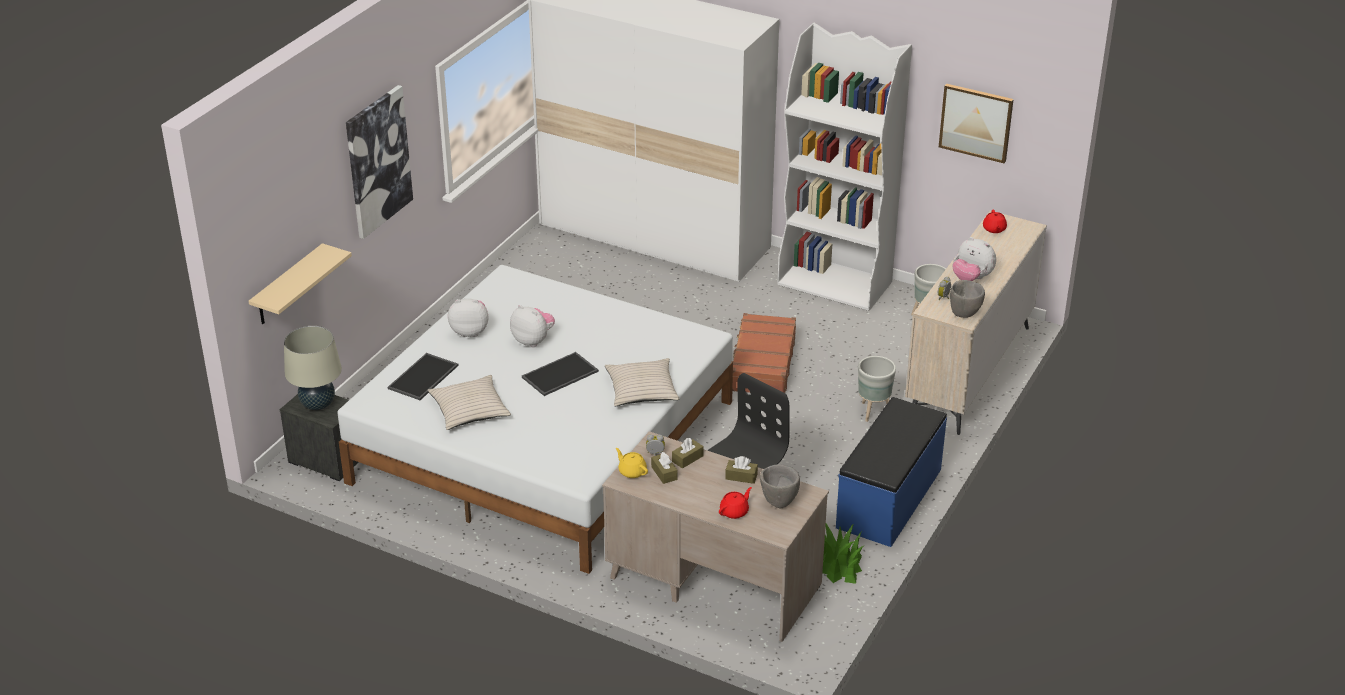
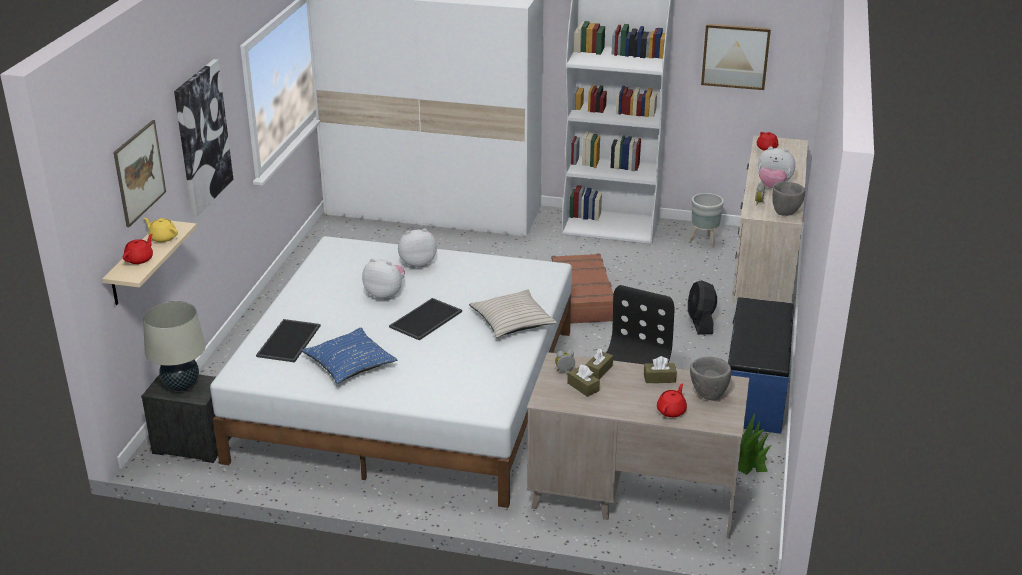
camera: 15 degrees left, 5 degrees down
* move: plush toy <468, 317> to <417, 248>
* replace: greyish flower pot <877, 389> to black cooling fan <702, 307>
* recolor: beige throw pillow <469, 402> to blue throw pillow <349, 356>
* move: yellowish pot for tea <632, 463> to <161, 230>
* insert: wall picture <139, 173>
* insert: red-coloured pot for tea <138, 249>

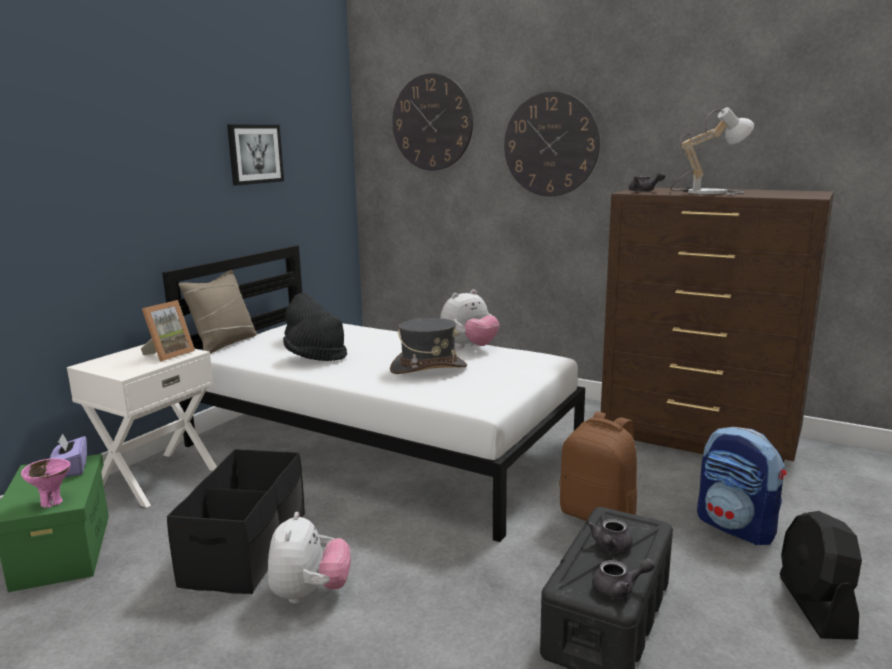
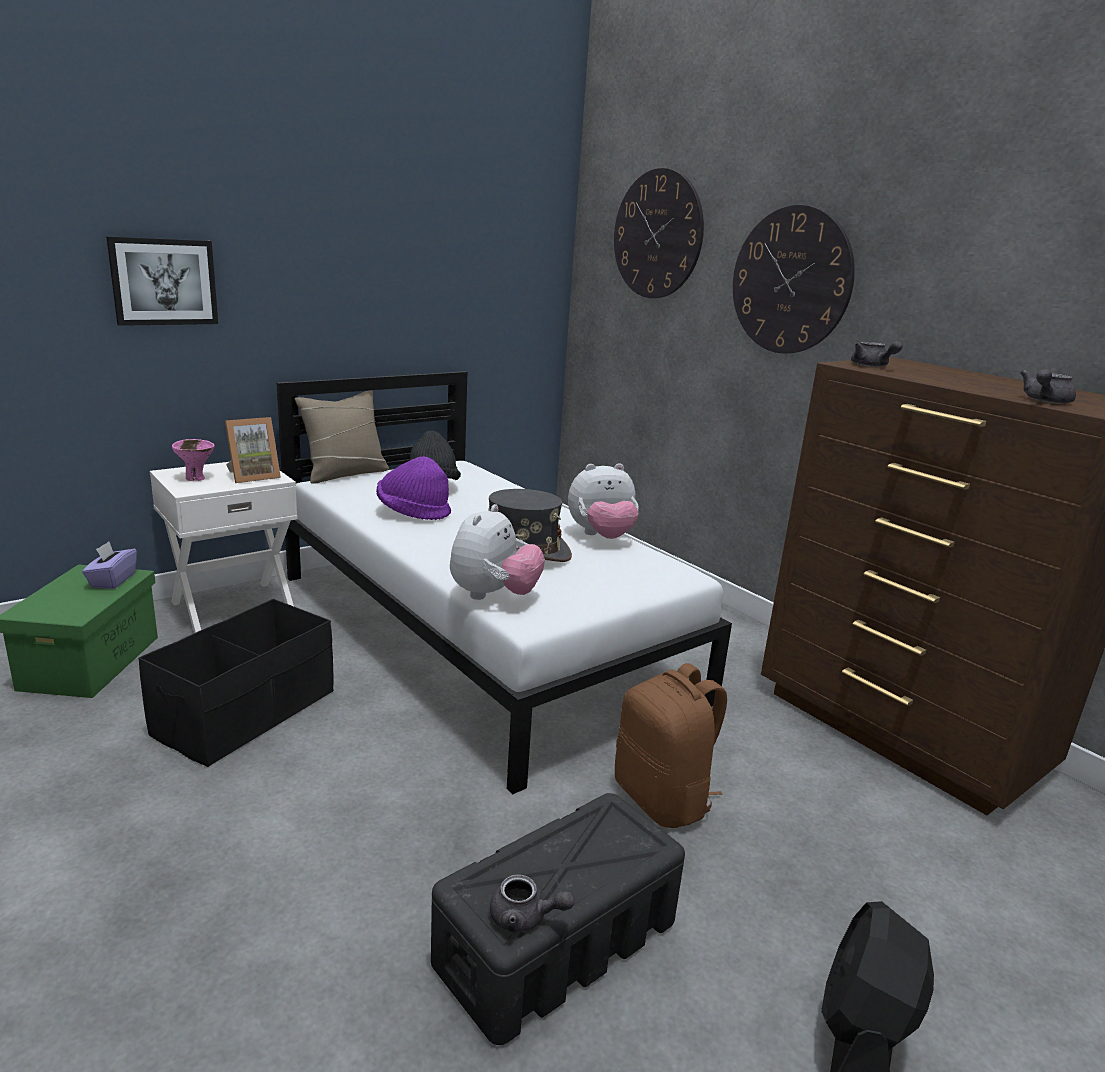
camera: 20 degrees right, 5 degrees up
* delete: lamp for a table <712, 151>
* move: wall picture <255, 154> to <162, 281>
* recolor: black hat <315, 335> to purple-coloured hat <413, 488>
* delete: rucksack <742, 486>
* move: pinkish bowl <45, 483> to <193, 460>
* move: plush toy <309, 558> to <497, 552>
* move: greyish pot for tea <610, 535> to <1048, 386>

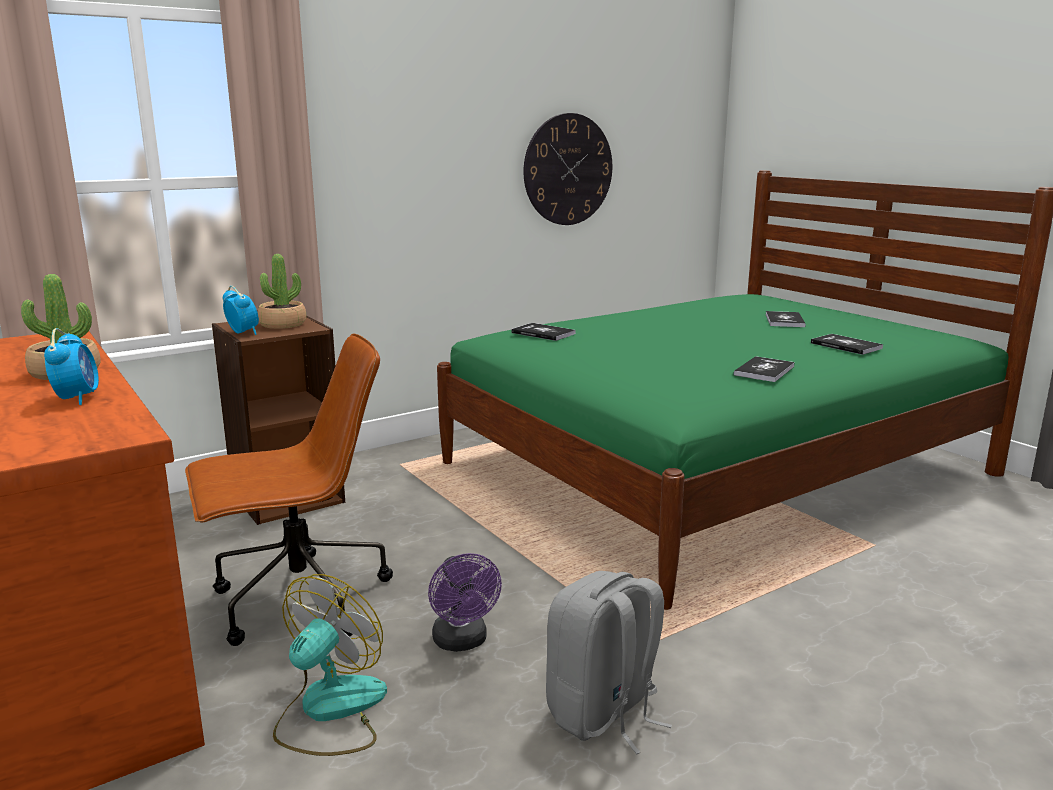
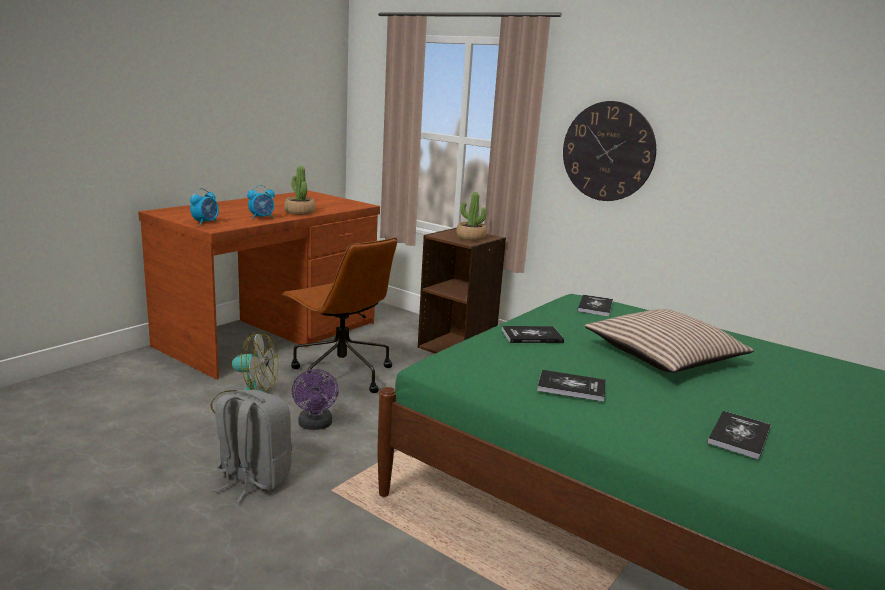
camera: 70 degrees right, 0 degrees up
* move: hanging clock <568, 169> to <609, 151>
* move: table clock <241, 310> to <204, 206>
* move: volume <786, 319> to <533, 334>
* rotate: purple-coloured cooling fan <465, 602> = <315, 399> 60 degrees counterclockwise
* insert: throw pillow <669, 341>

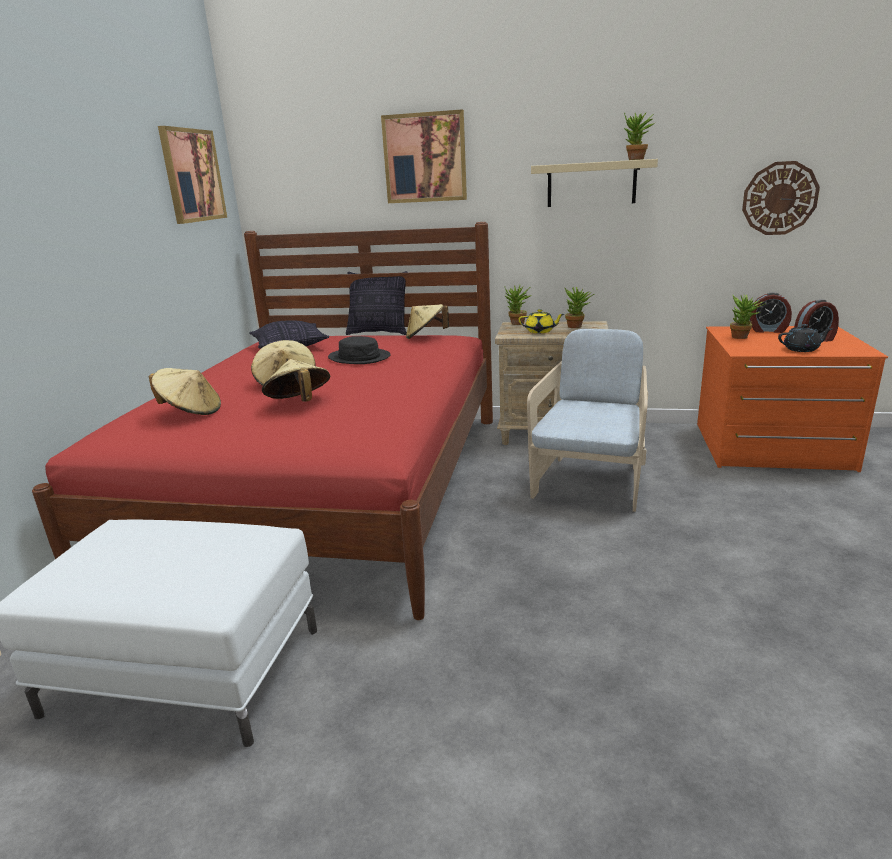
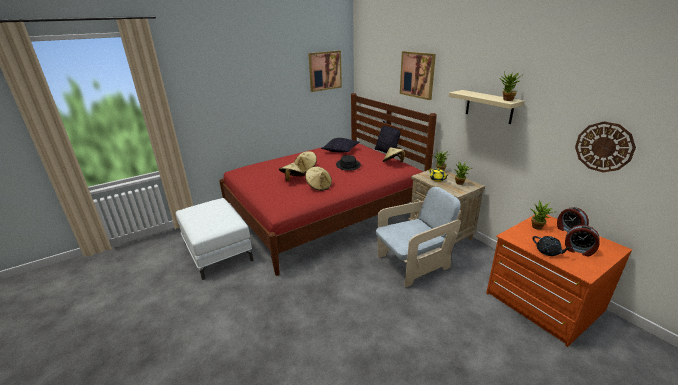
camera: 45 degrees right, 5 degrees up
* move: beige hat <185, 391> to <318, 179>

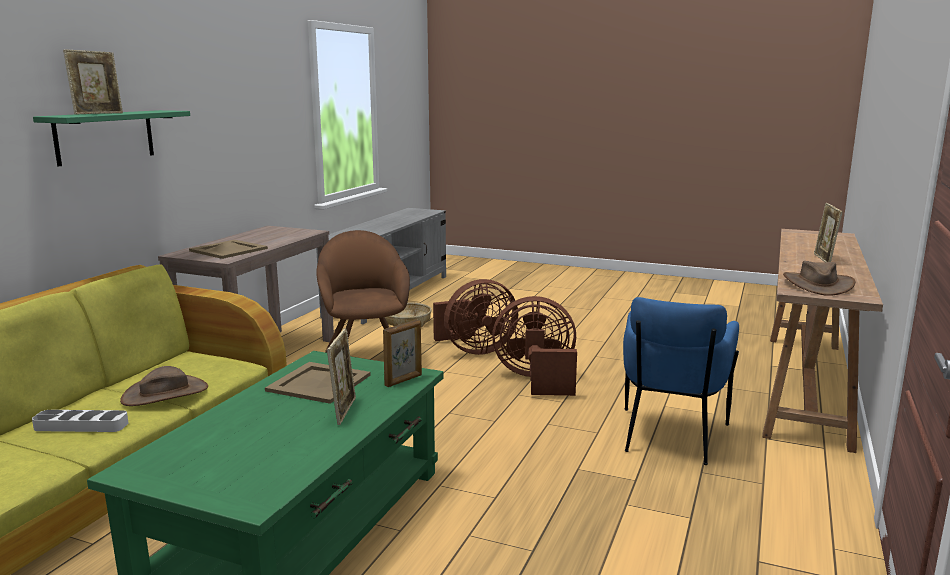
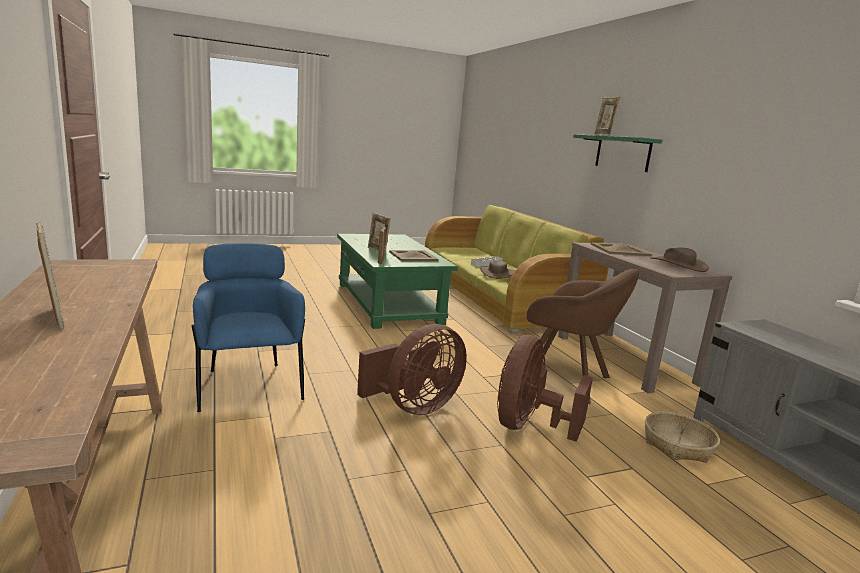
camera: 135 degrees right, 0 degrees up
* move: brown hat <819, 278> to <679, 259>

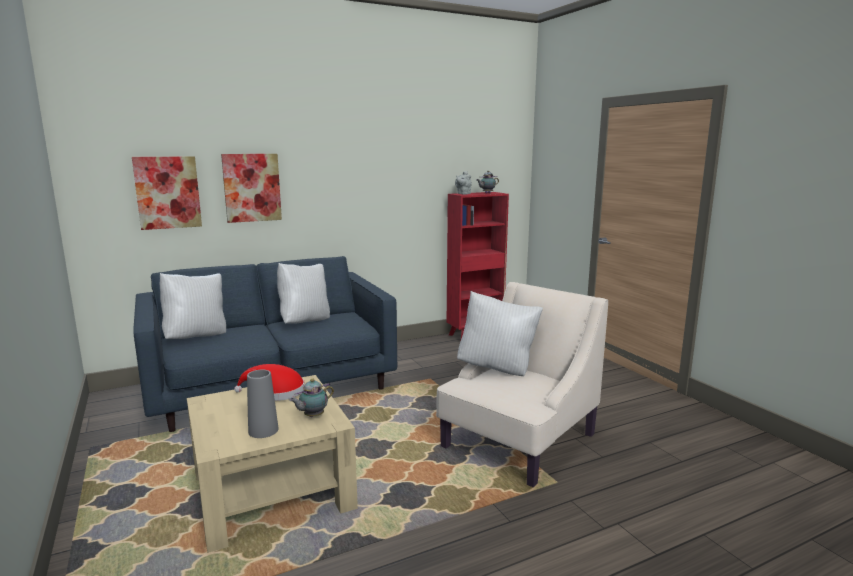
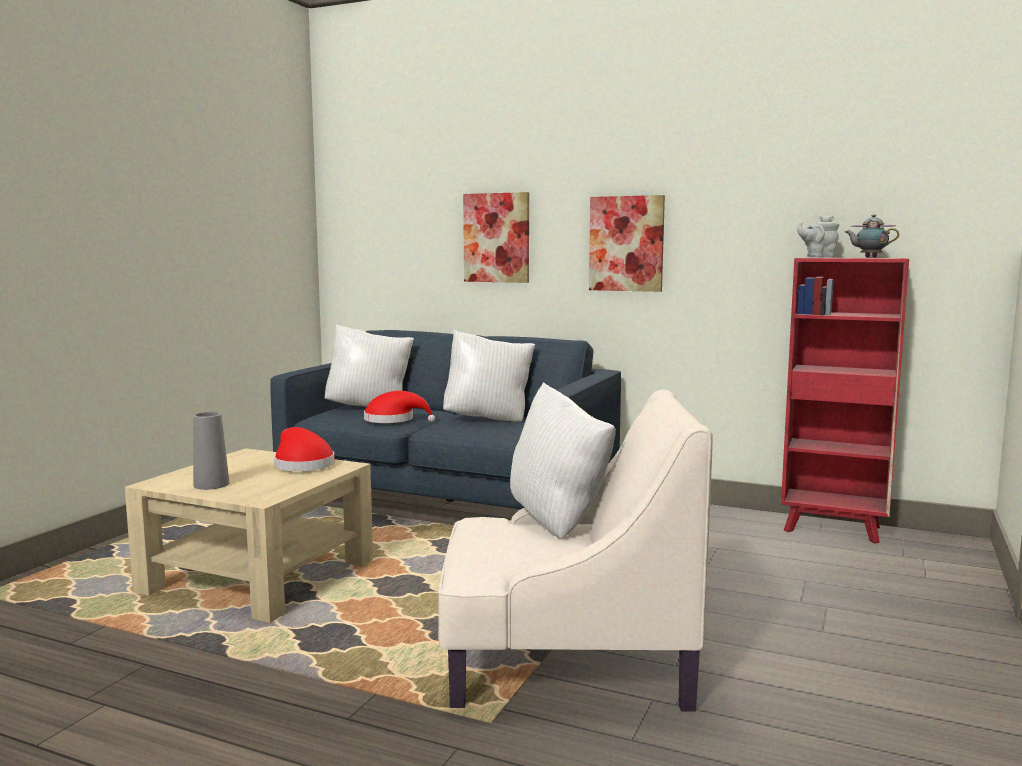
camera: 50 degrees right, 5 degrees down
* move: wall picture <167, 193> to <627, 243>
* delete: pot for tea <311, 398>
* insert: red-coloured hat <399, 407>

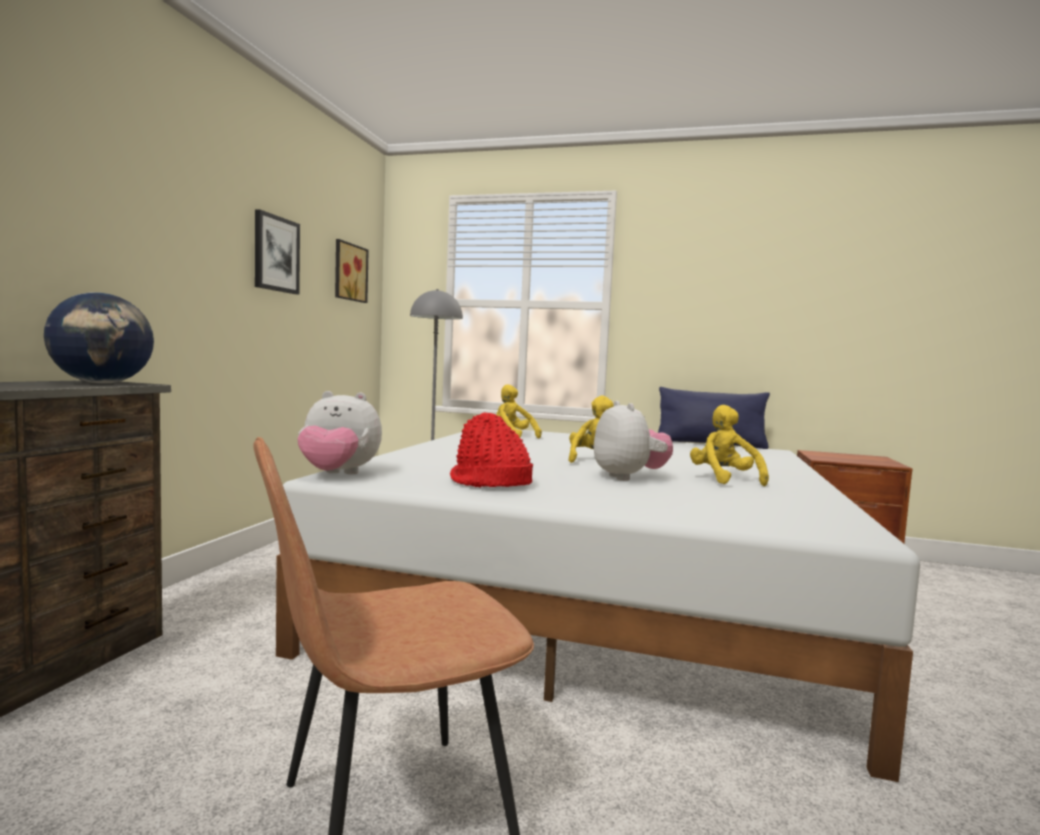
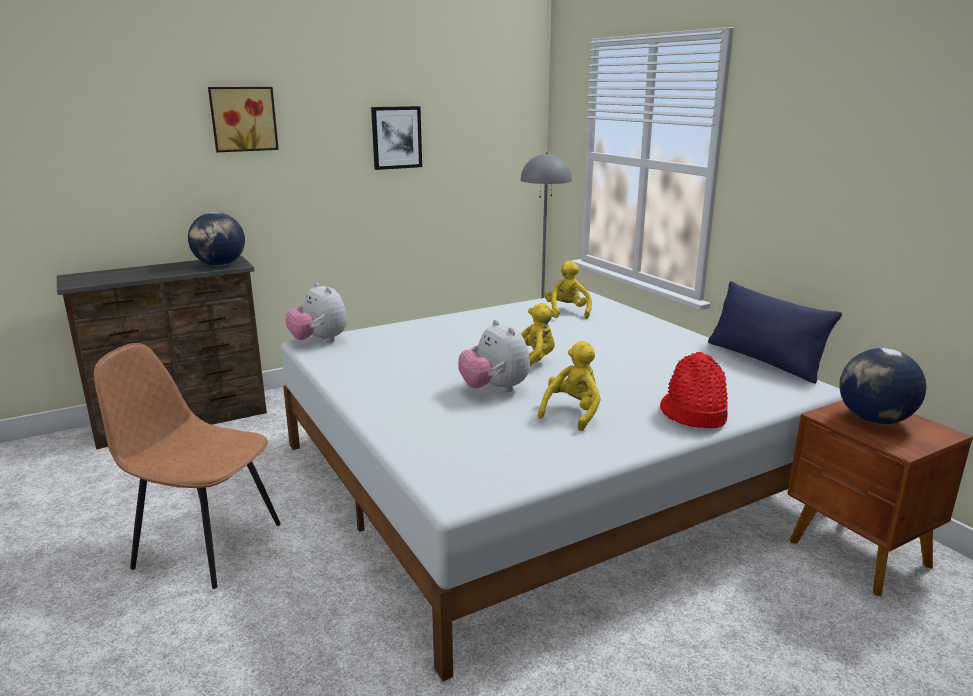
camera: 45 degrees right, 15 degrees up
* move: wall picture <352, 271> to <243, 119>
* rotate: plush toy <633, 441> = <494, 356> 120 degrees clockwise
* move: red-coloured hat <491, 449> to <694, 390>
* insert: globe <883, 386>

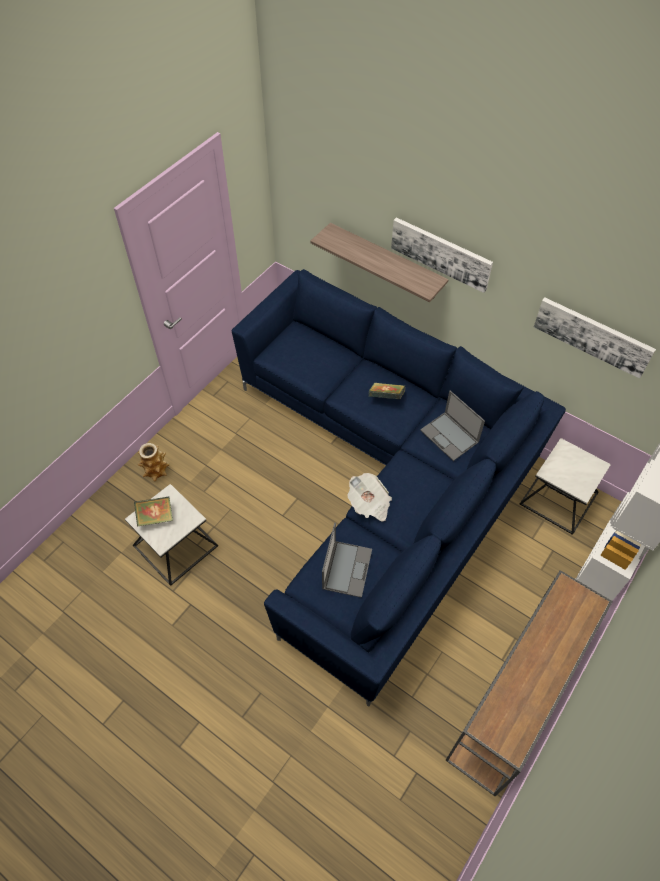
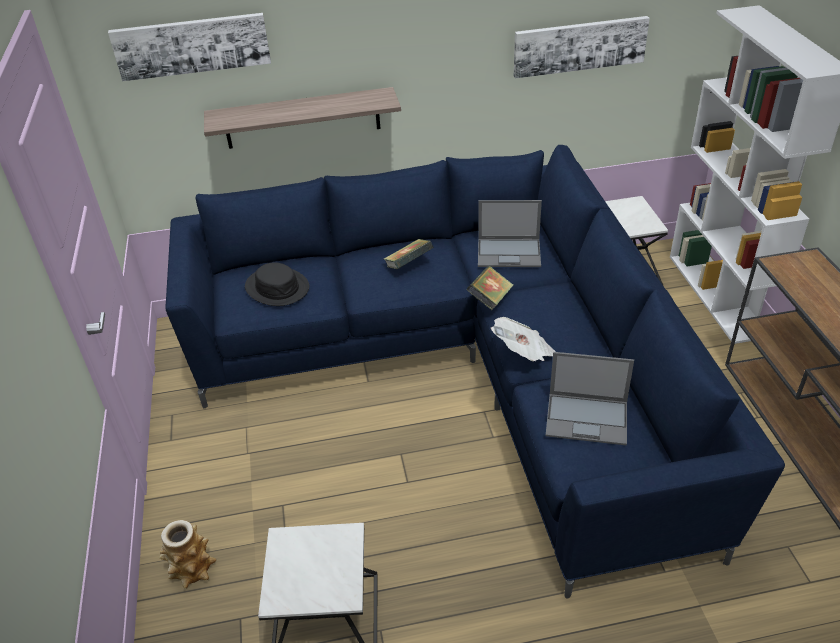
camera: 45 degrees left, 15 degrees down
* move: wall picture <442, 255> to <189, 47>
* move: volume <153, 511> to <489, 288>
* rotate: notebook computer <347, 560> = <589, 398> 135 degrees clockwise
* insert: black hat <277, 284>

